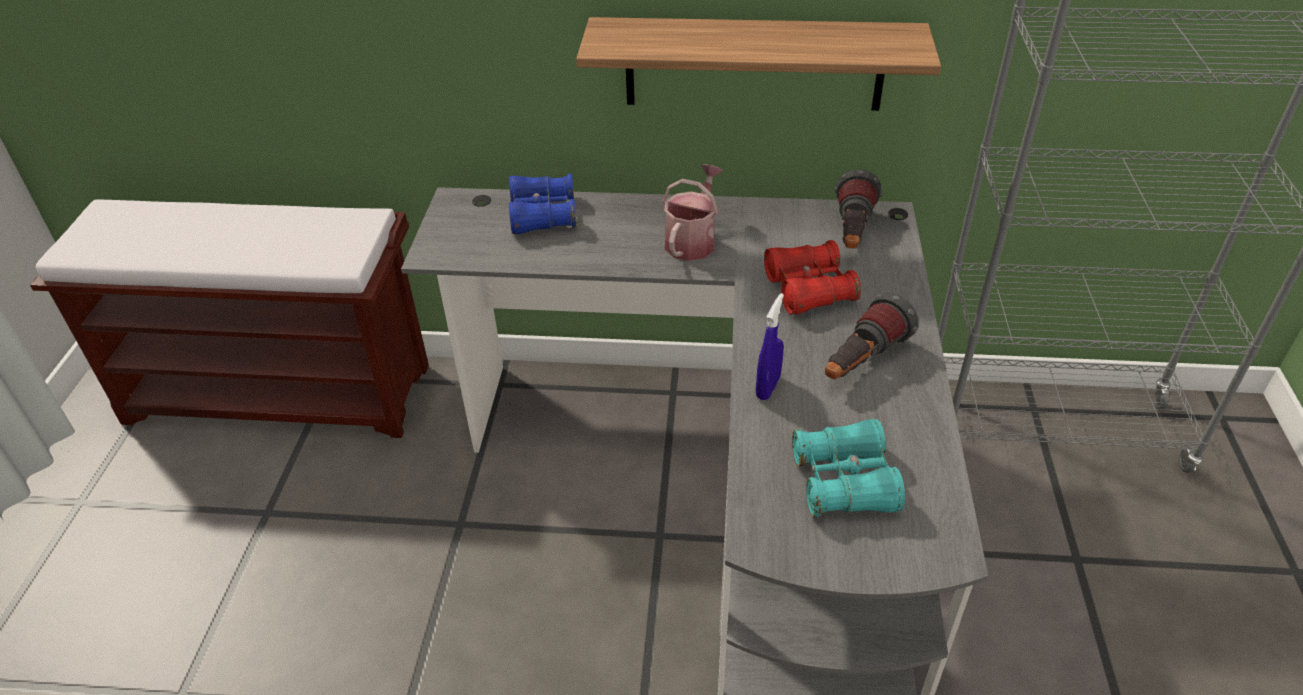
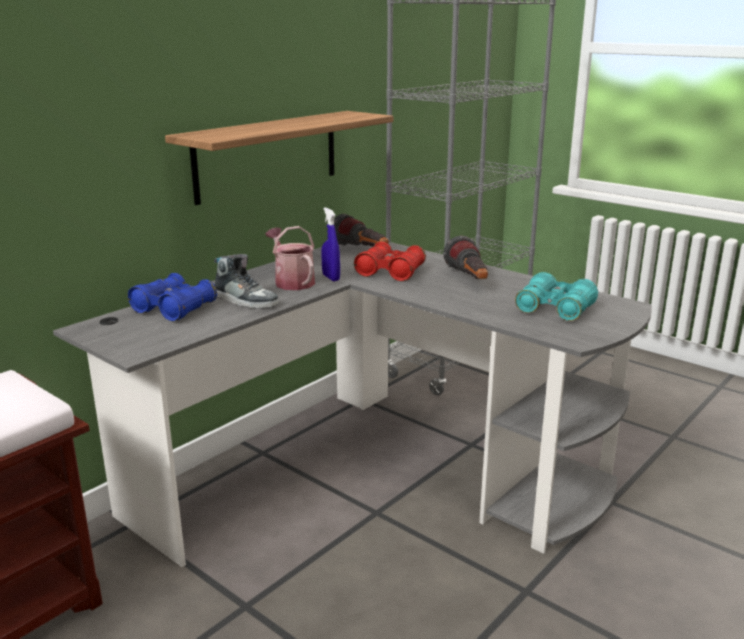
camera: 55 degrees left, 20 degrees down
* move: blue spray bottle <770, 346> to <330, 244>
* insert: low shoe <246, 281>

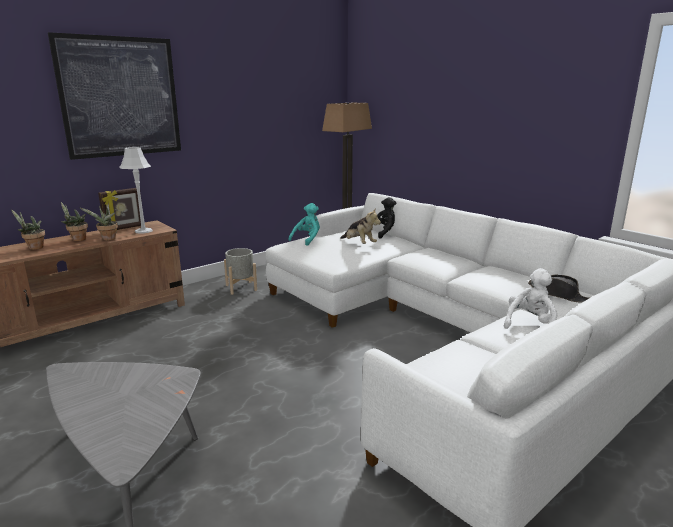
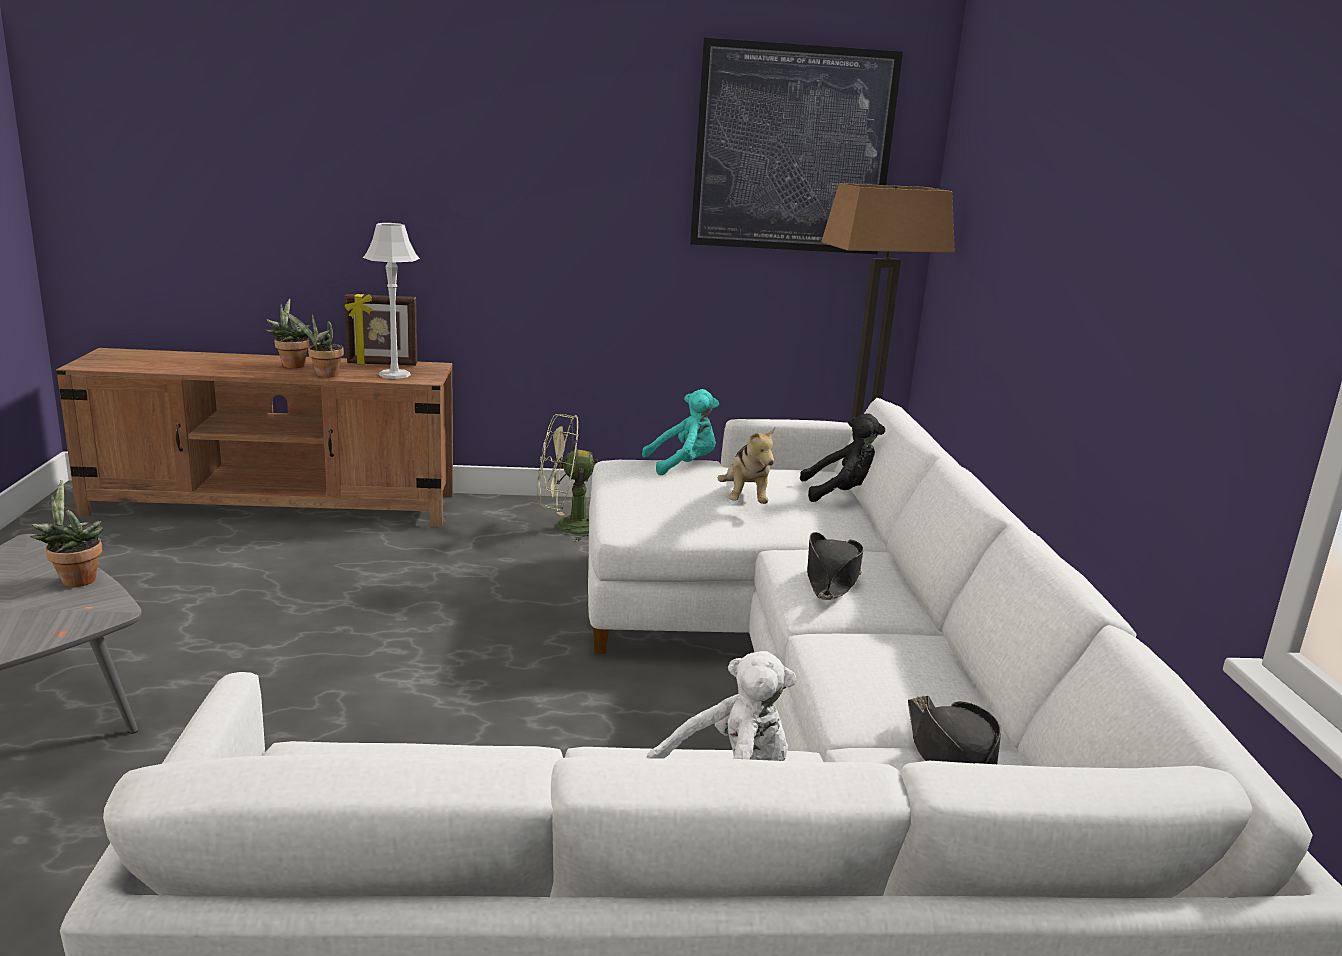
camera: 35 degrees right, 0 degrees up
* move: wall picture <114, 96> to <796, 146>
* move: houseplant <28, 229> to <66, 533>
* replace: greyish flower pot <240, 271> to green-coloured cooling fan <568, 477>
* insert: black hat <835, 566>

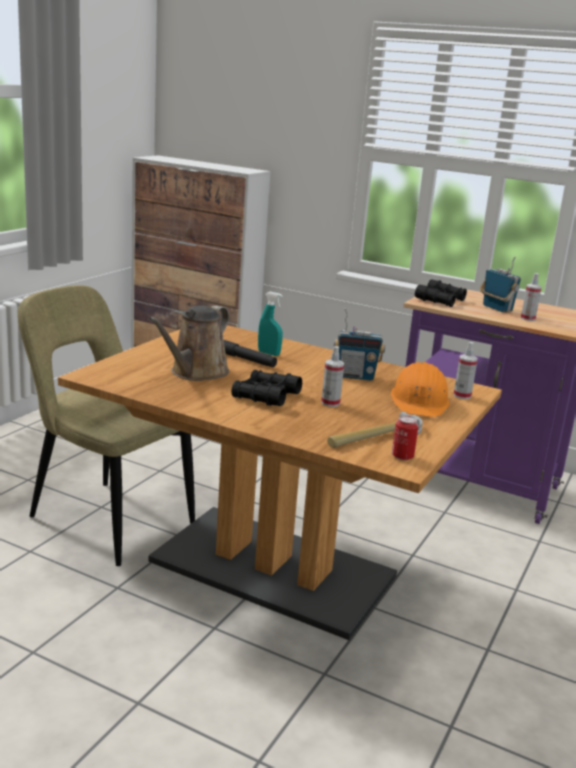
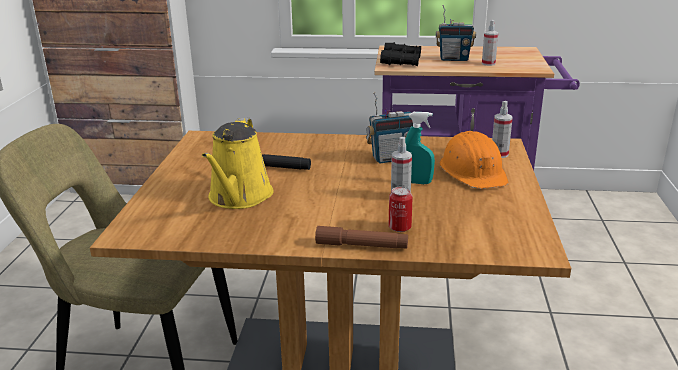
camera: 20 degrees left, 5 degrees up
* rotate: radio set <500, 284> = <456, 33> 150 degrees clockwise
* move: turquoise spray bottle <270, 323> to <420, 148>
* recolor: brown watering can <188, 343> to yellowish watering can <237, 163>
* delete: black pair of binoculars <266, 388>
* delete: hand hammer <375, 430>
* move: sealed can <405, 437> to <400, 209>
* insert: brown torch <361, 237>

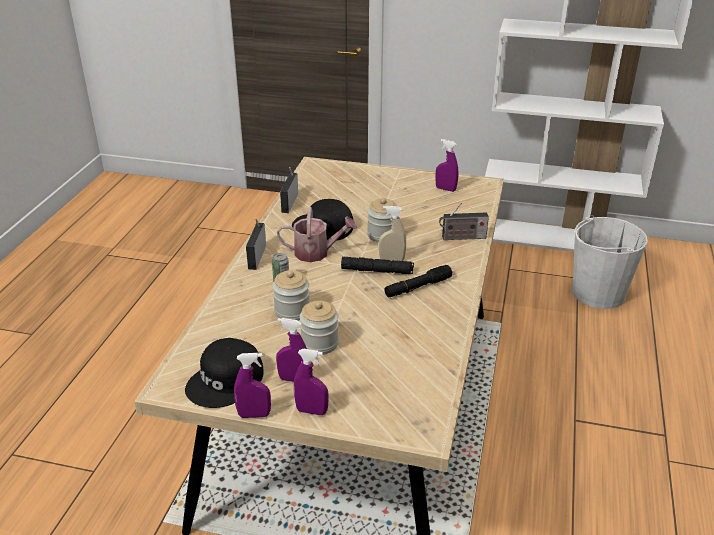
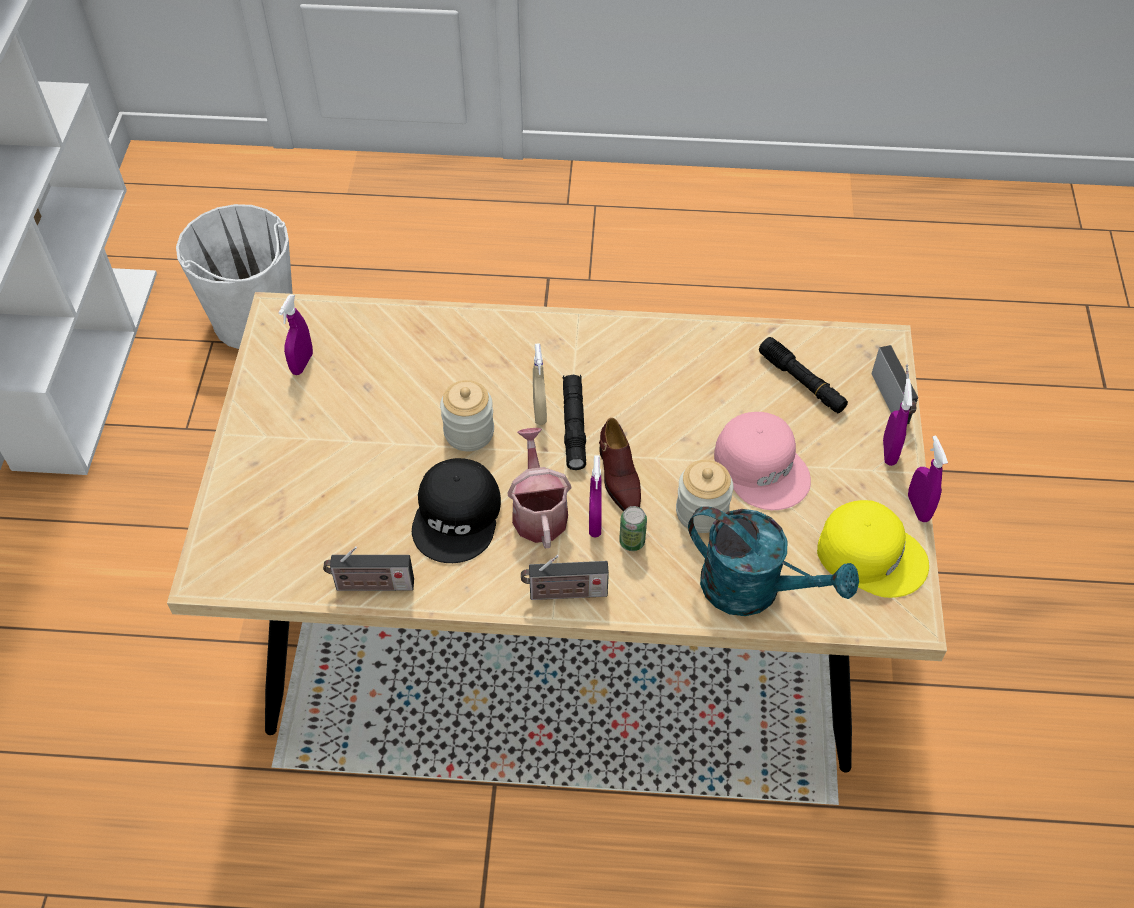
camera: 100 degrees left, 20 degrees up
* move: radio set <464, 221> to <894, 384>
* move: black torch <418, 281> to <803, 375>
* replace: storage jar <319, 328> to pinkish peaked cap <762, 461>
* move: purple-coloured spray bottle <291, 350> to <595, 497>
* recolor: black peaked cap <224, 373> to yellowish peaked cap <873, 549>
* insert: brown low shoe <620, 465>
* insert: turquoise watering can <773, 561>

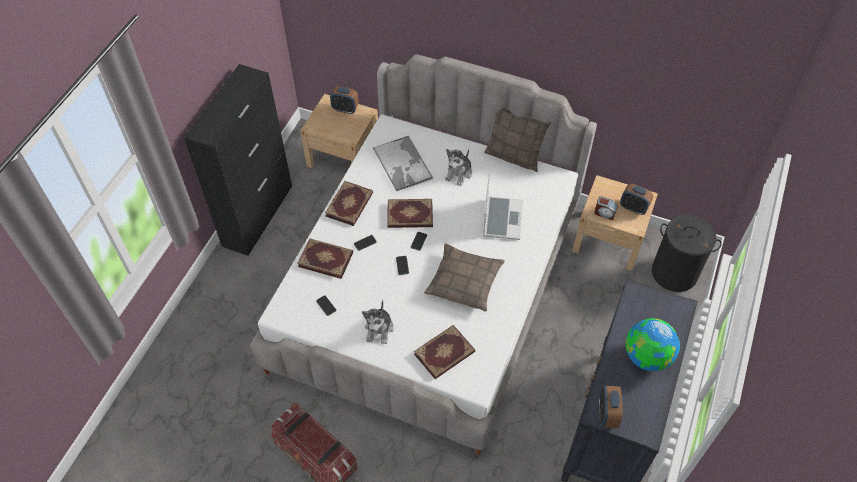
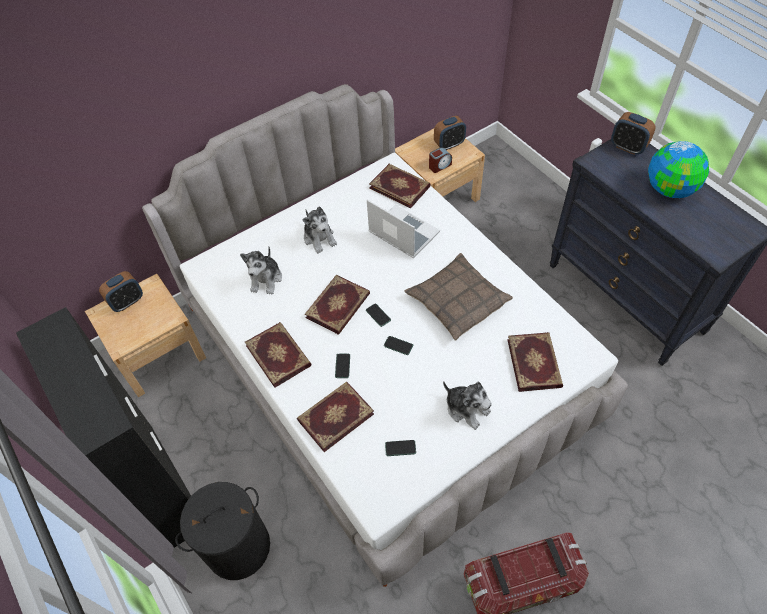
camera: 55 degrees left, 0 degrees up
* delete: throw pillow <517, 140>
* replace: carrying tray <403, 163> to plush toy <261, 270>
* move: black hamper <687, 253> to <222, 531>
* move: table clock <611, 407> to <633, 133>
* insert: volume <400, 186>

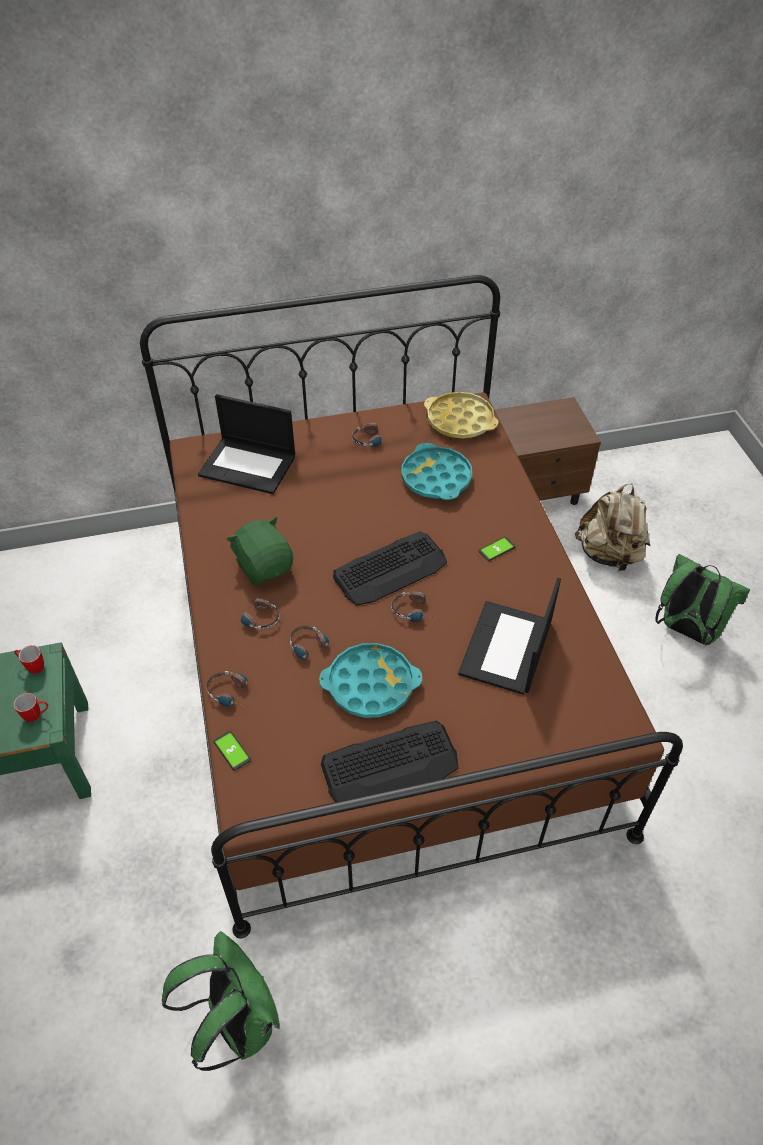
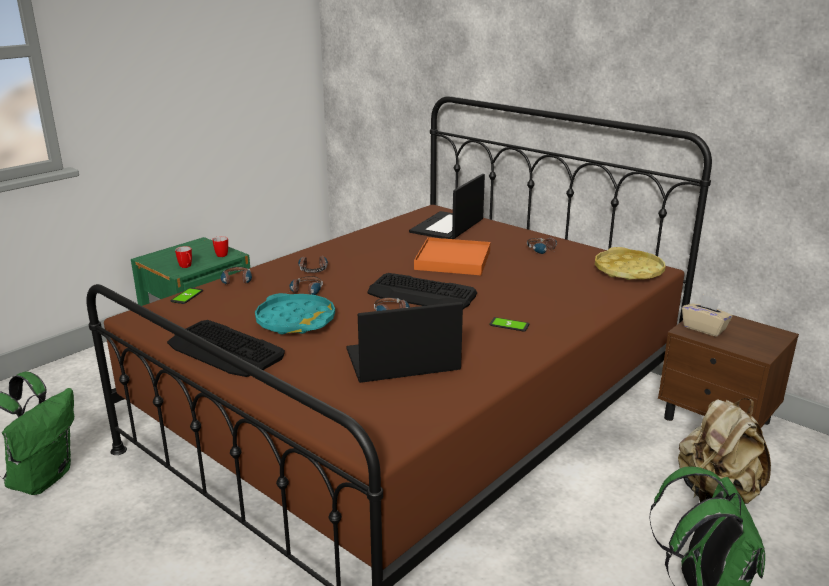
camera: 55 degrees right, 25 degrees down
* rotate: notebook computer <246, 444> = <447, 206> 45 degrees clockwise
* delete: turquoise carrying tray <436, 471>
* delete: green-coloured plush toy <259, 551>
* insert: orange carrying tray <452, 256>
* insert: beige box of tissues <707, 316>

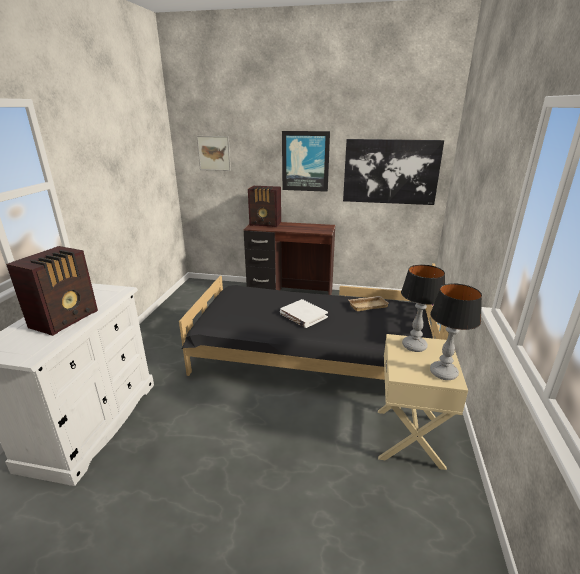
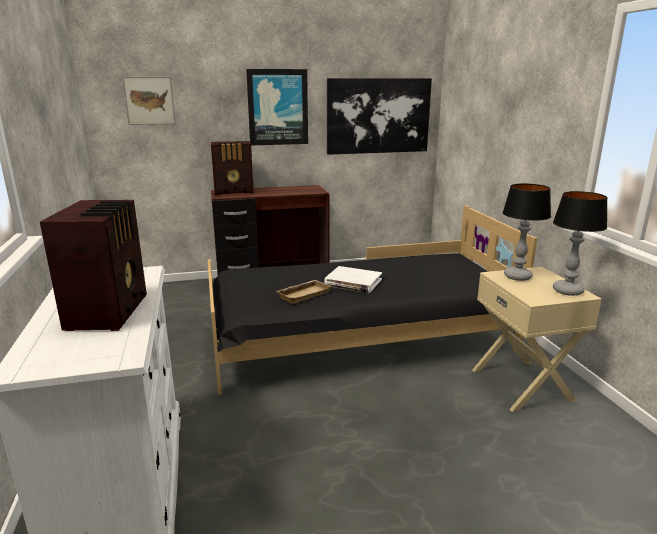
camera: 25 degrees left, 5 degrees down
* move: beige carrying tray <369, 303> to <303, 292>

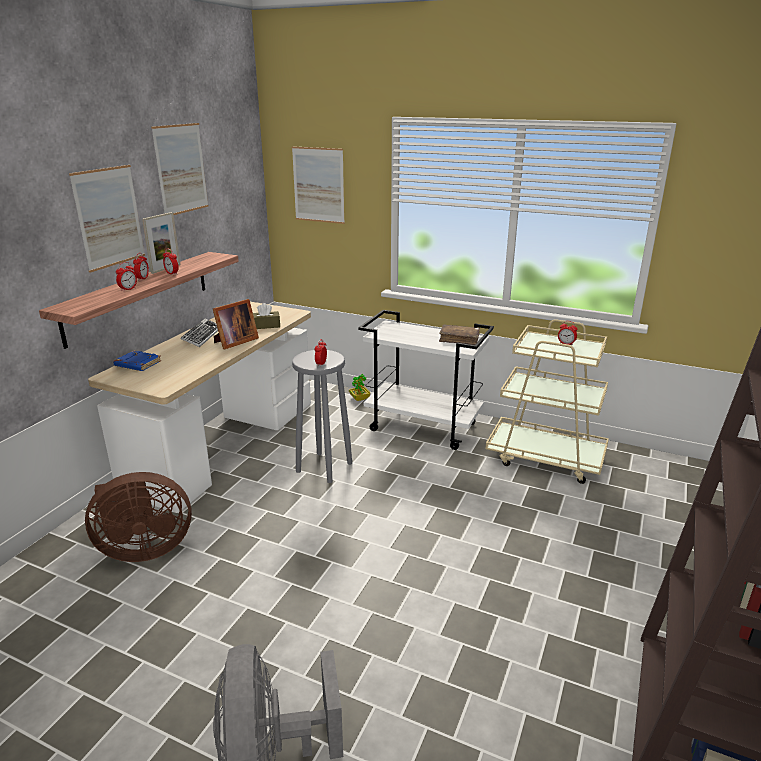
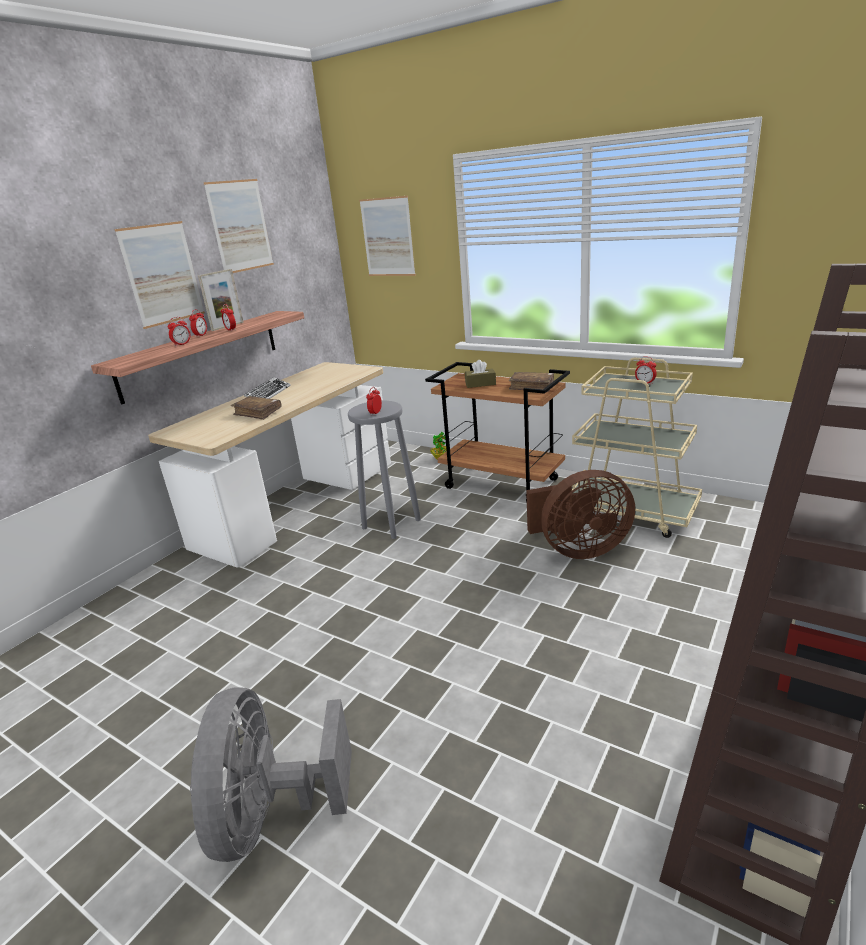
camera: 10 degrees right, 0 degrees up
* delete: picture frame <236, 324>
* move: brown box of tissues <266, 316> to <480, 374>
* recolor: white cart <426, 380> to brown cart <497, 432>
* delete: blue volume <137, 361>
* move: brown cooling fan <138, 517> to <580, 514>
* insert: brown volume <256, 408>

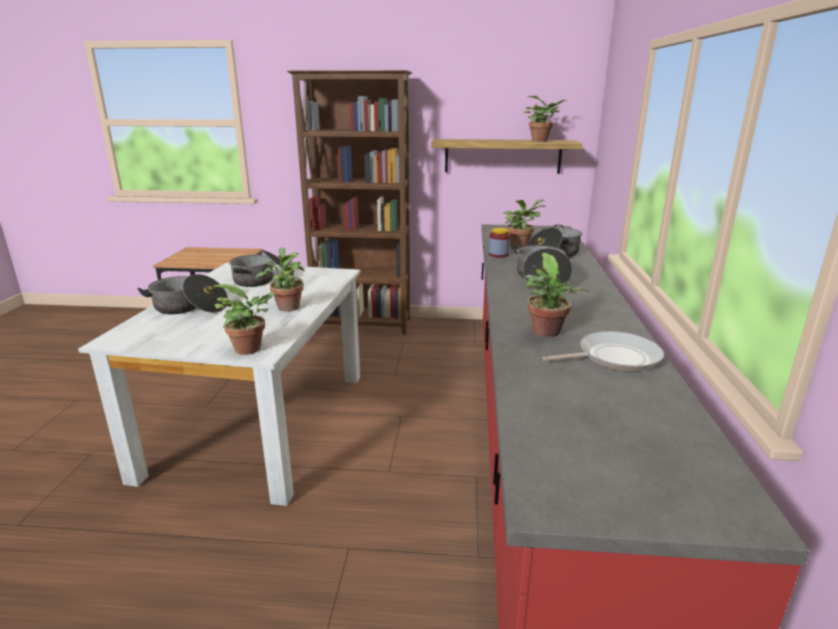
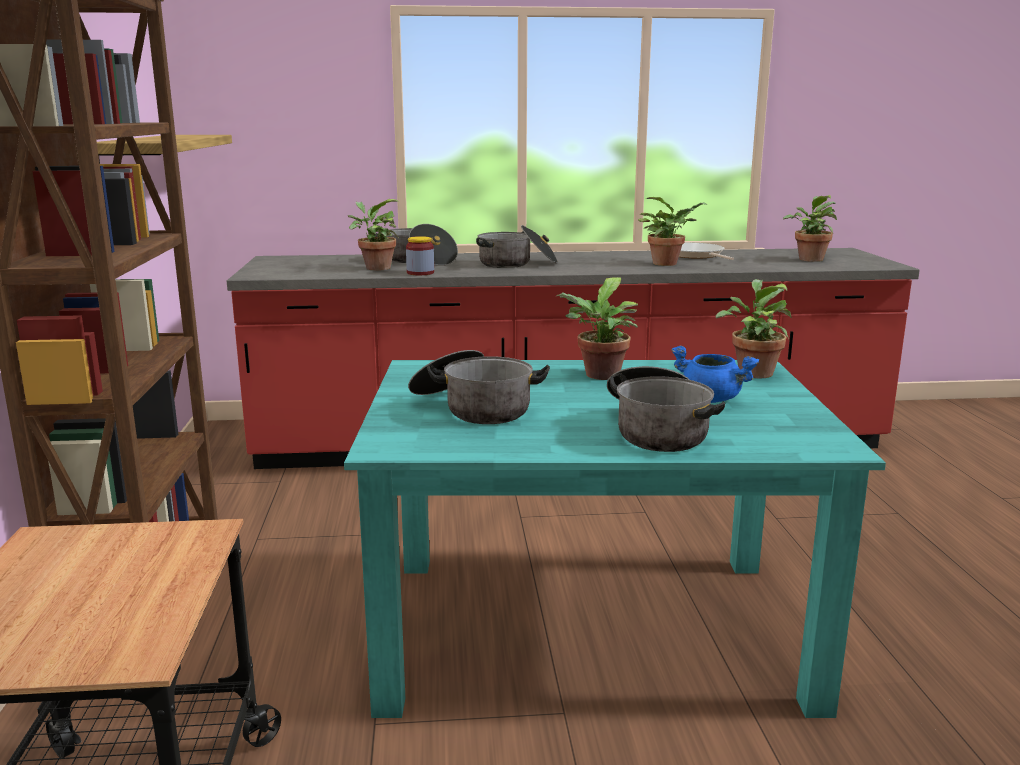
camera: 100 degrees left, 5 degrees down
* move: houseplant <545, 119> to <810, 228>
* recolor: white kitchen table <219, 384> to turquoise kitchen table <615, 539>
* insert: blue saucepot <715, 374>

